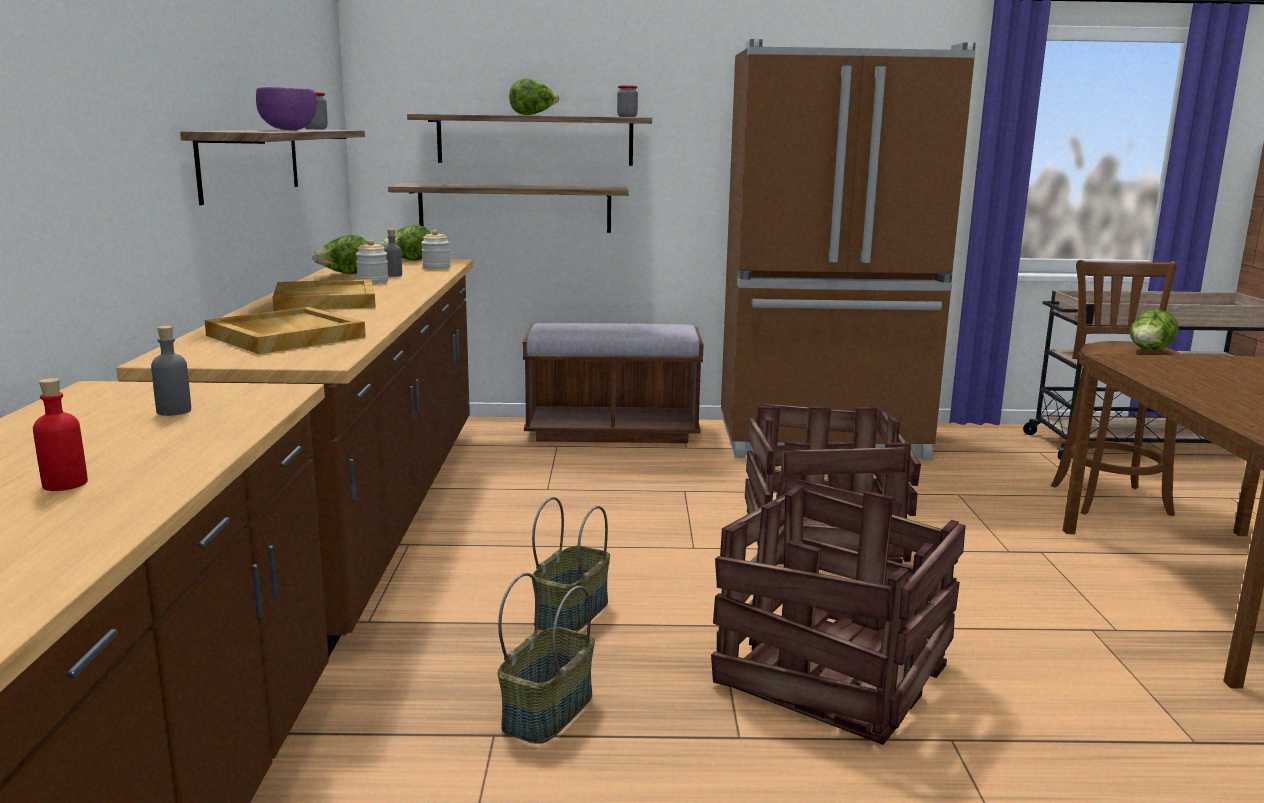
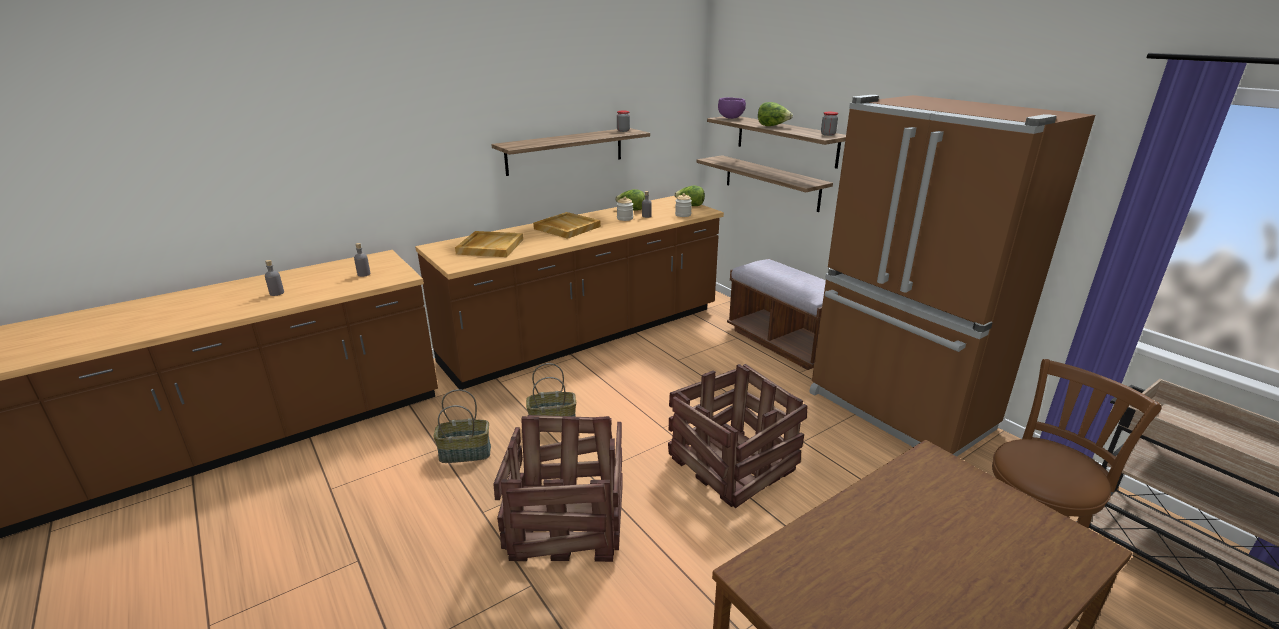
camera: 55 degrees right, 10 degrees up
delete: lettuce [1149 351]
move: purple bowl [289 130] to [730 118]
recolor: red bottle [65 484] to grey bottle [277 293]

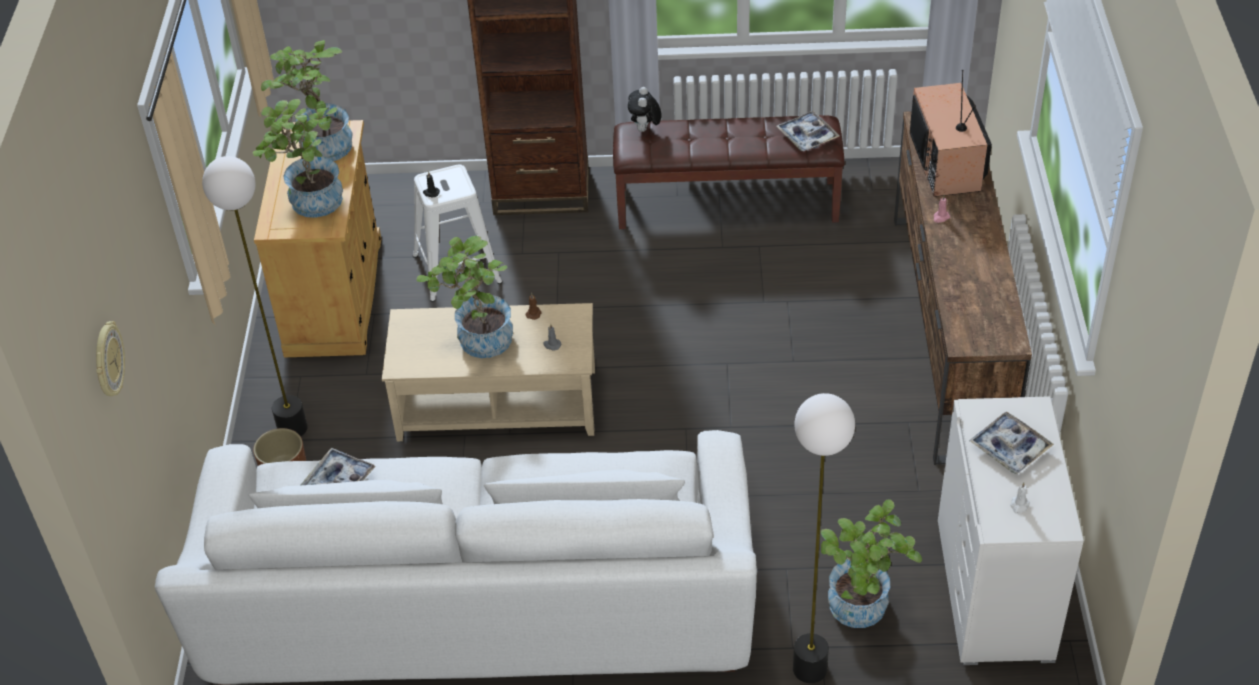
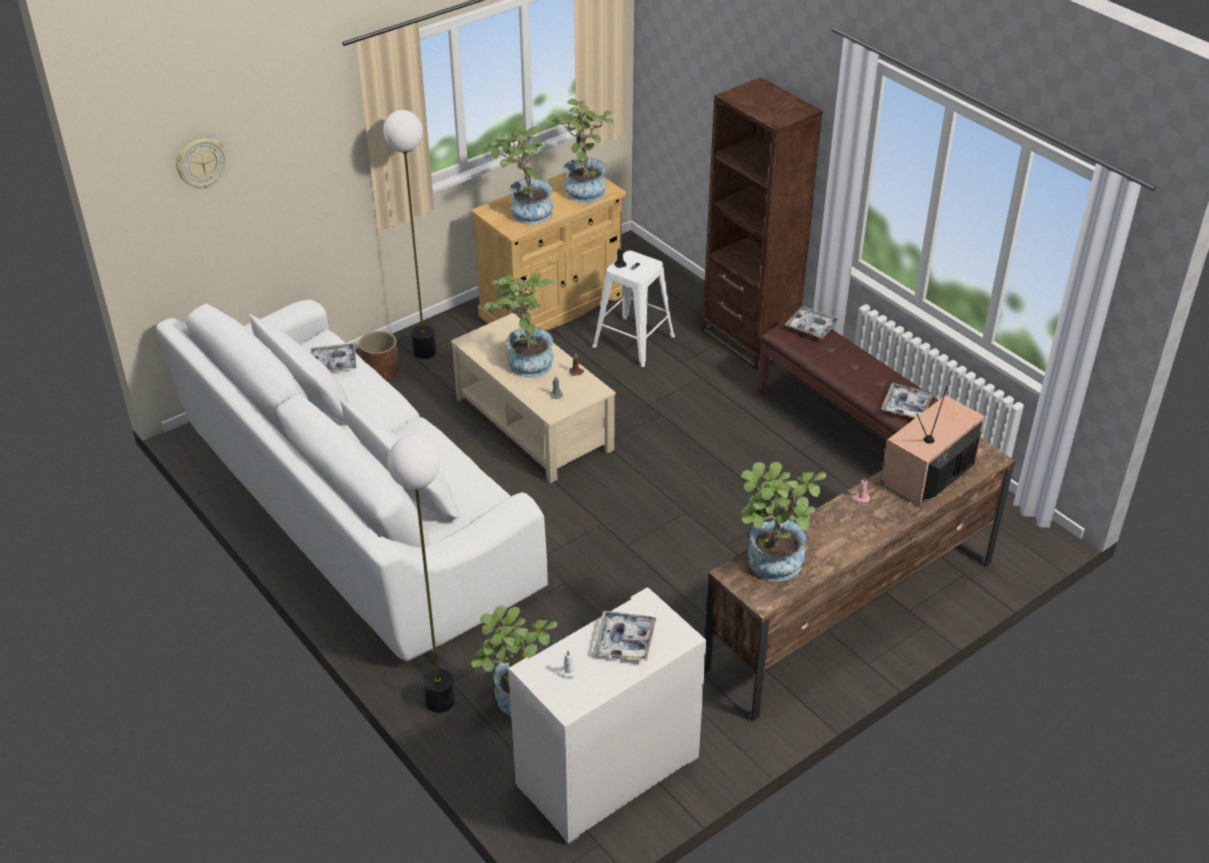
camera: 50 degrees right, 5 degrees down
insert: potted plant [771 568]
replace: plush toy [645 130] to tray [811 327]

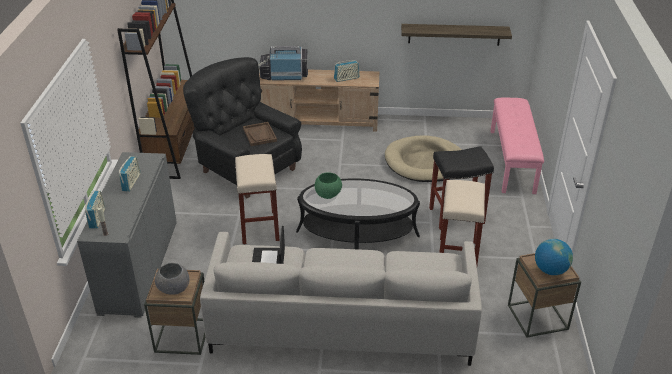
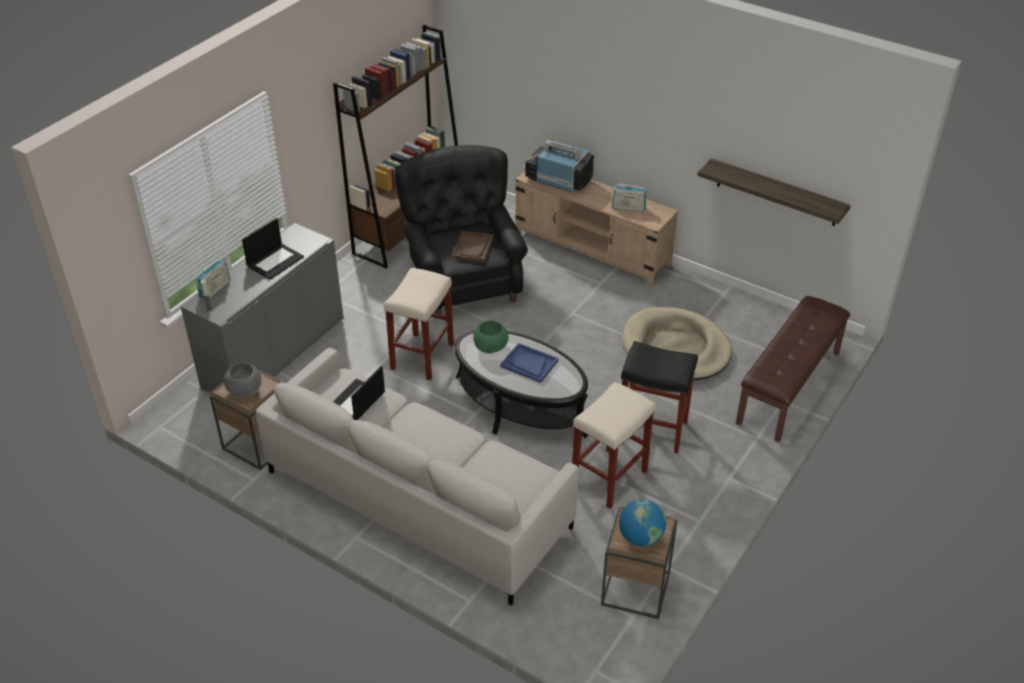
camera: 30 degrees right, 5 degrees up
insert: blue tray [529 364]
replace: radio [131 182] to laptop [275 261]
recolor: pink bench [512 161] to brown bench [789 387]

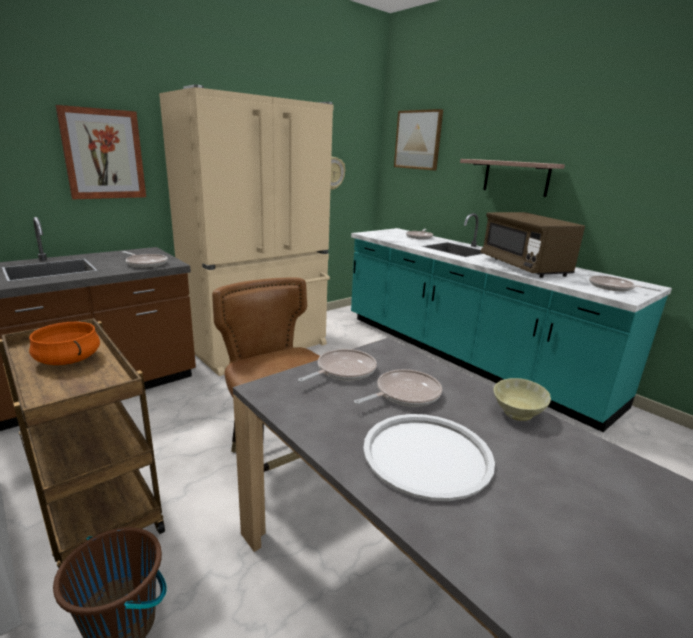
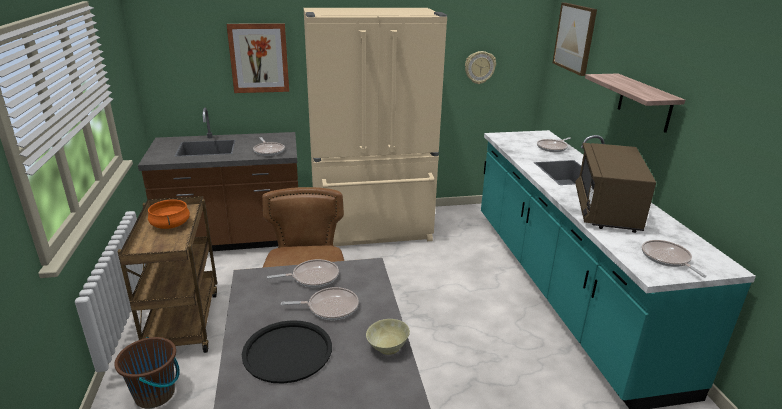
camera: 30 degrees right, 5 degrees up
recolor: white tray [427 455] to black tray [287 352]

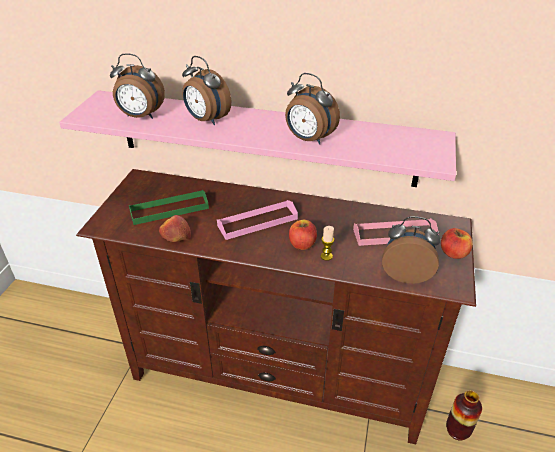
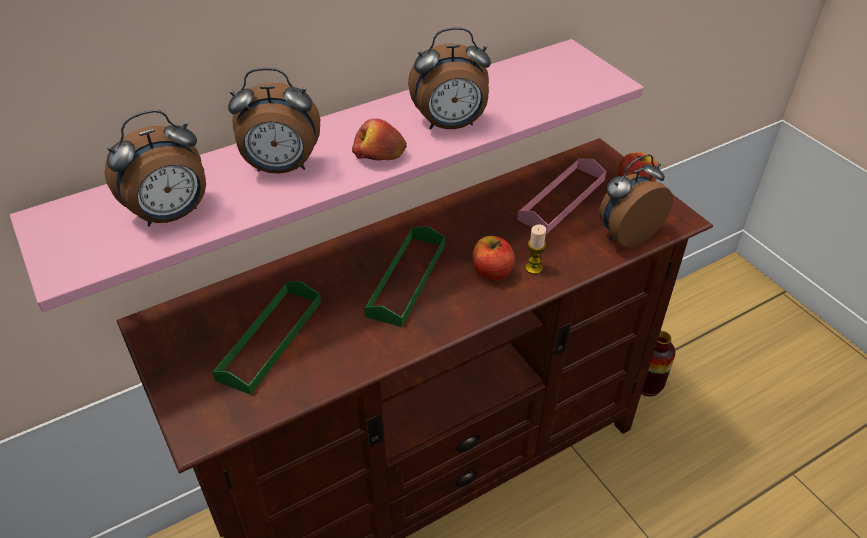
camera: 45 degrees left, 5 degrees up
move: apple [175 236] to [379 155]
recolor: pink tray [257 222] to green tray [406 279]

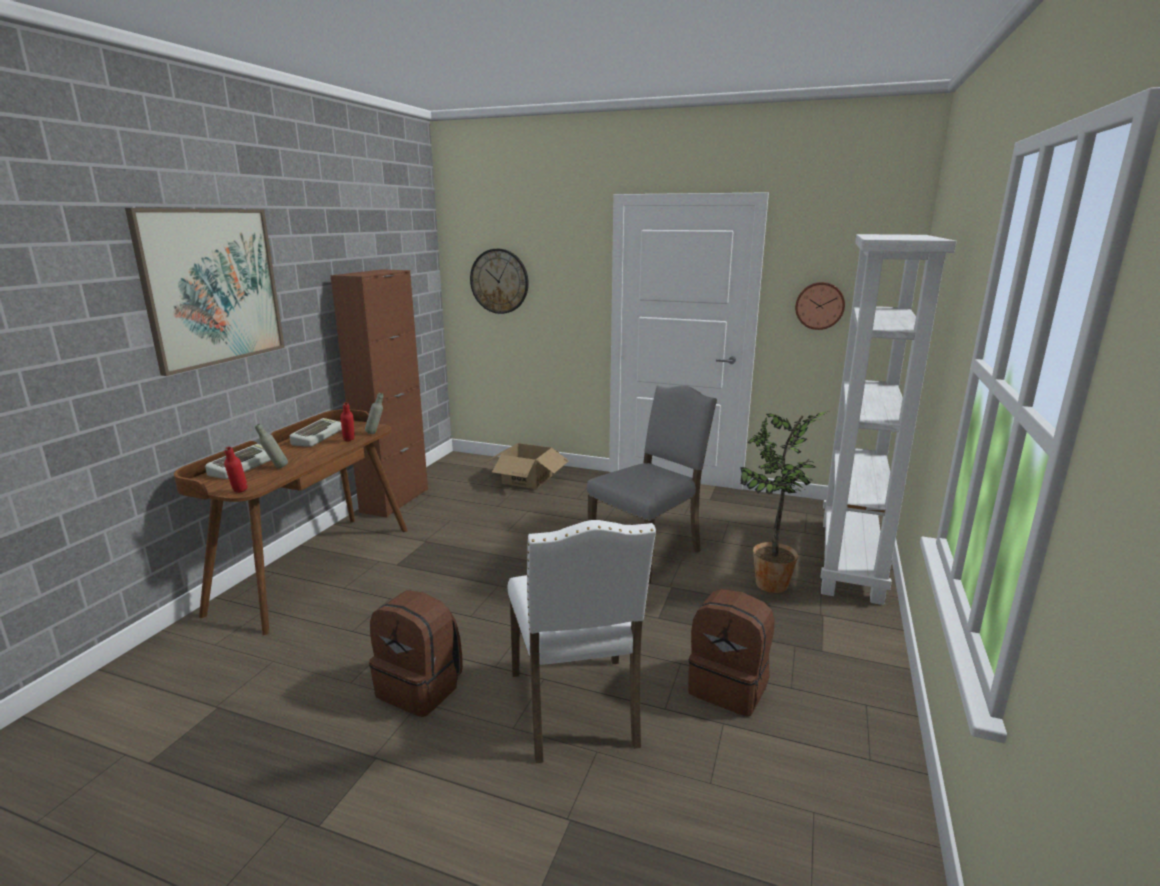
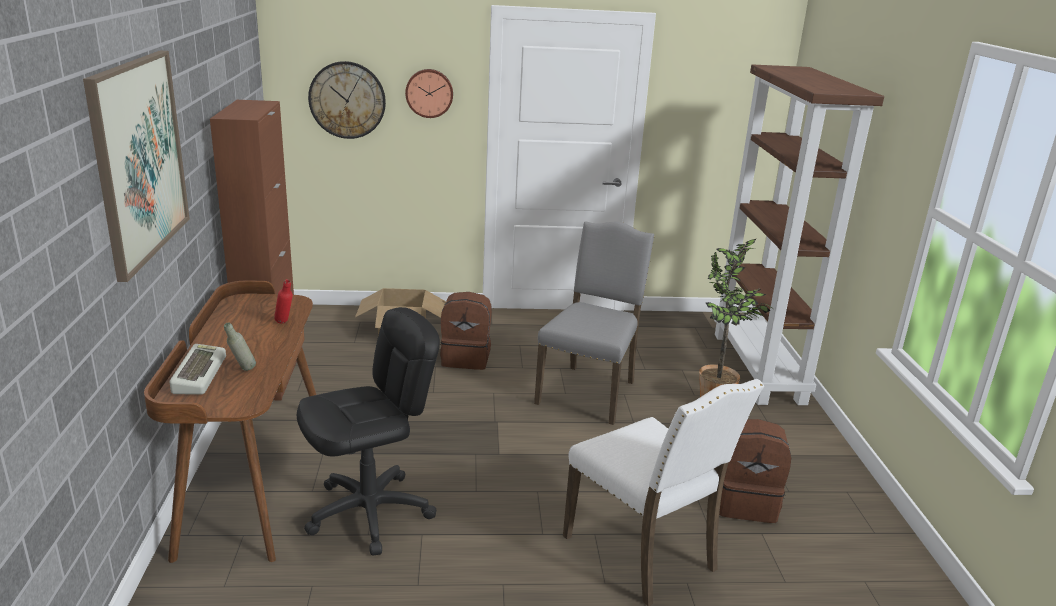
camera: 25 degrees left, 5 degrees up
delete: grey bottle [376 433]; keyboard [317 437]; red bottle [239 493]
insert: black office chair [370 512]
move: wall clock [819 305] to [429 93]; brown backpack [421 688] to [466 358]
recolor: white bookcase [851 559] to brown bookcase [759 368]

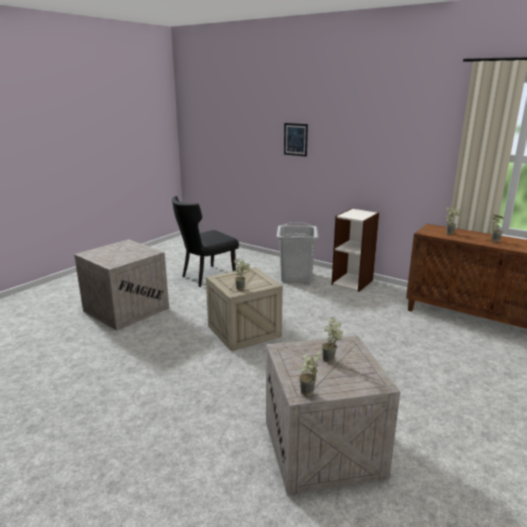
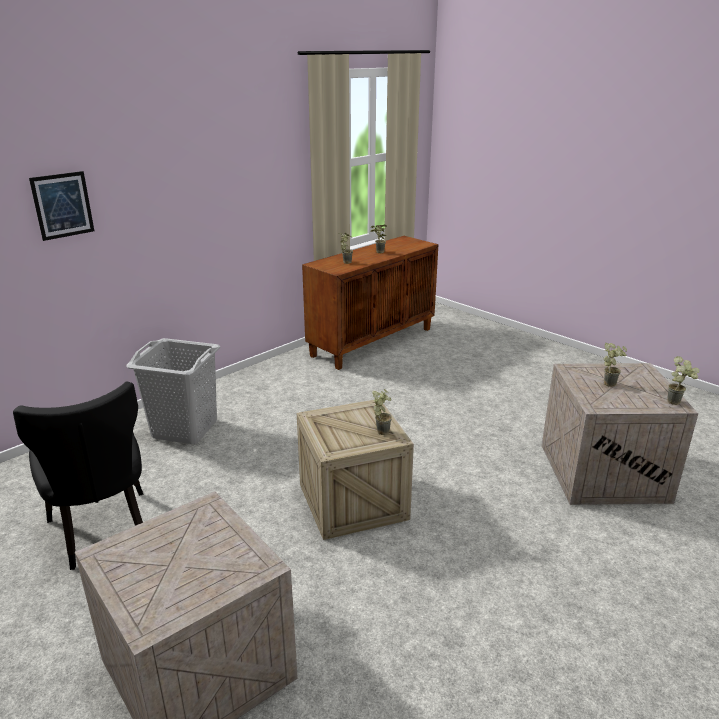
camera: 80 degrees left, 5 degrees up
delete: bookcase [352 282]

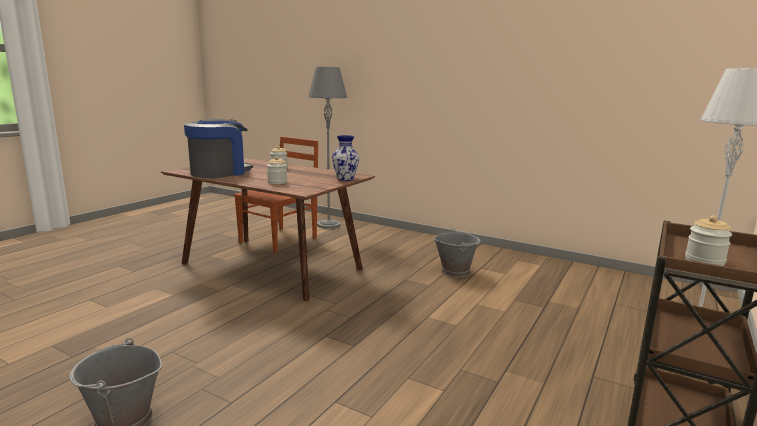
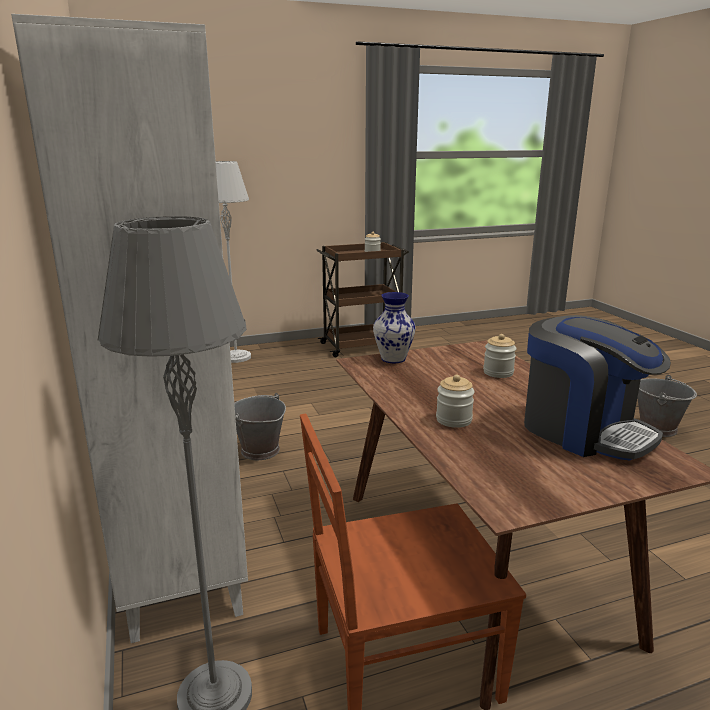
camera: 140 degrees left, 5 degrees up
insert: white bookcase [181 584]
rotate: coffee machine [219 172] = [583 430] 120 degrees counterclockwise

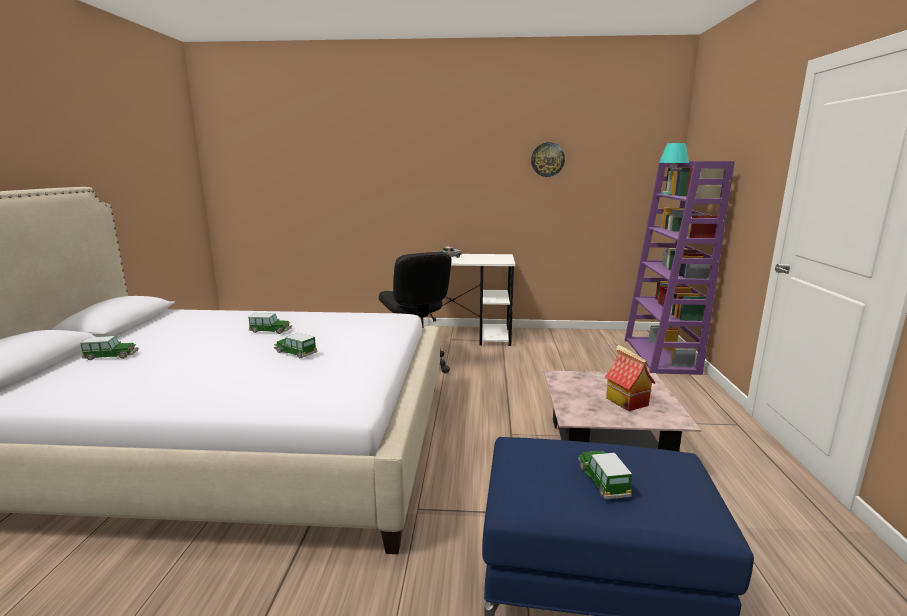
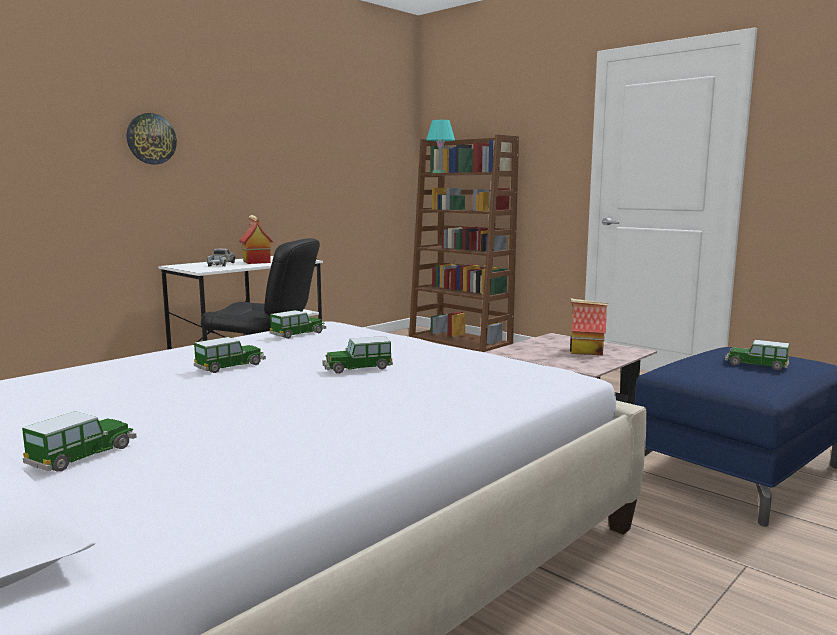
camera: 50 degrees left, 5 degrees down
insert: toy house [256 262]; toy car [298 334]
move: wall clock [547 159] to [151 139]
recolor: purple bookcase [661 356] to brown bookcase [461 342]

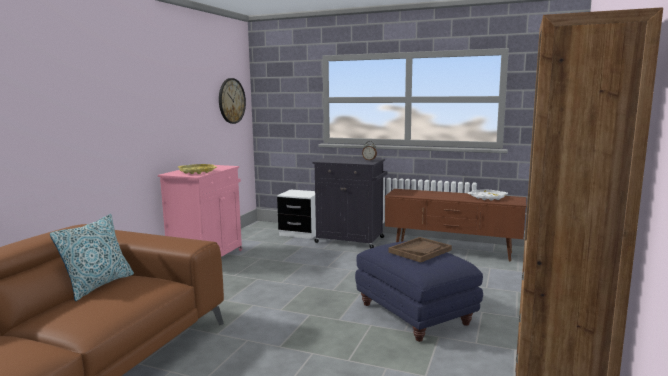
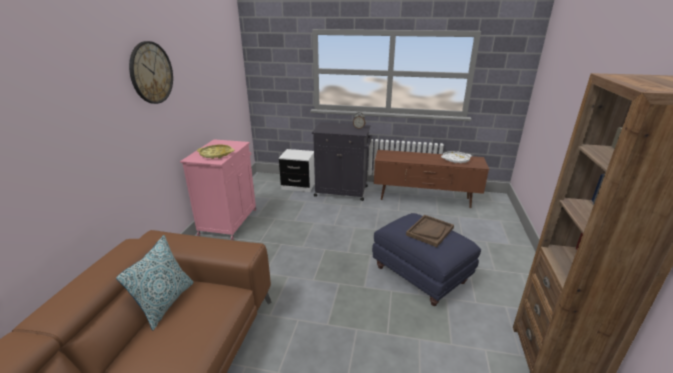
camera: 10 degrees left, 15 degrees up
move: wall clock [231 101] to [151 73]

